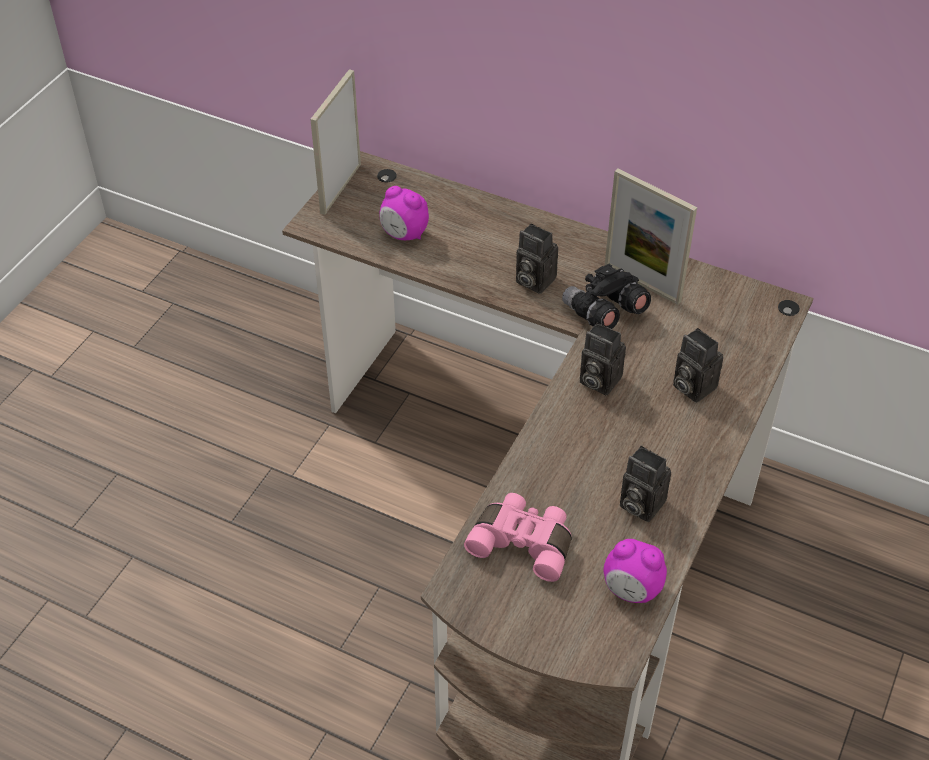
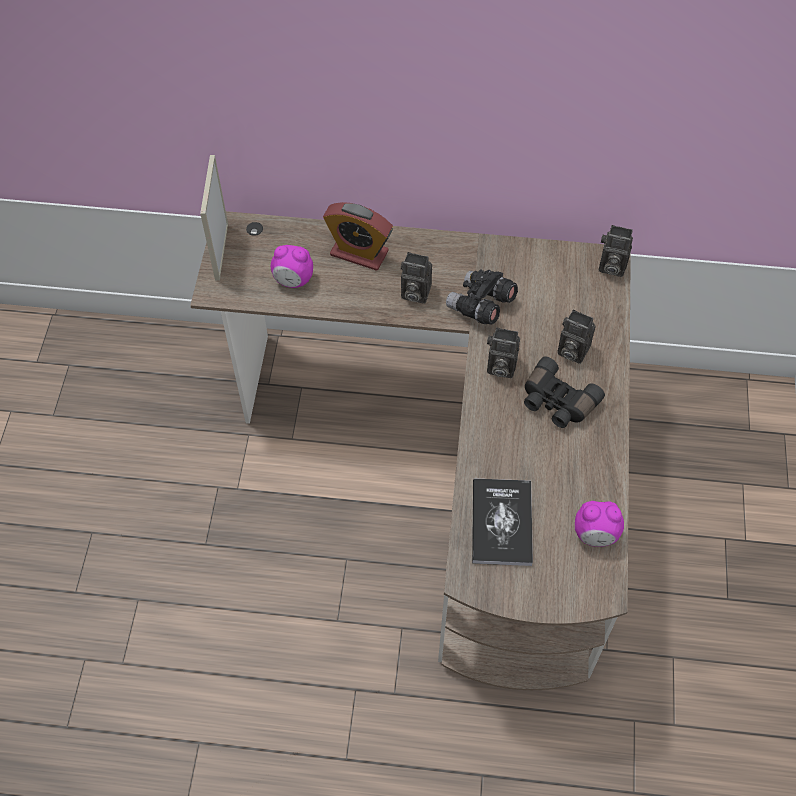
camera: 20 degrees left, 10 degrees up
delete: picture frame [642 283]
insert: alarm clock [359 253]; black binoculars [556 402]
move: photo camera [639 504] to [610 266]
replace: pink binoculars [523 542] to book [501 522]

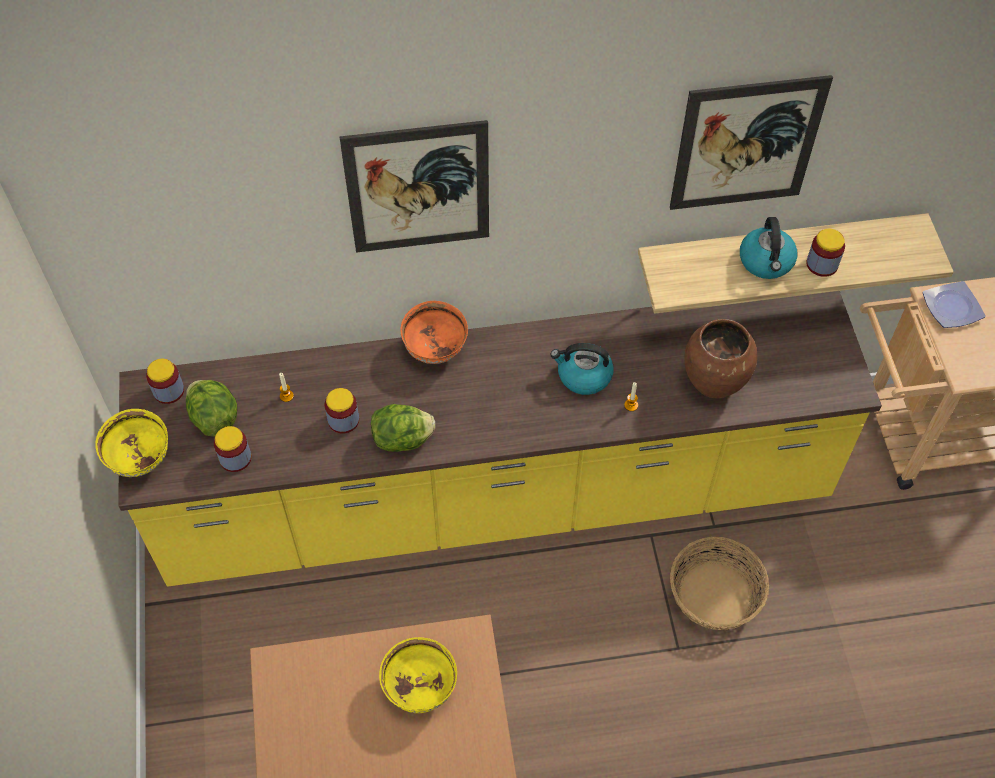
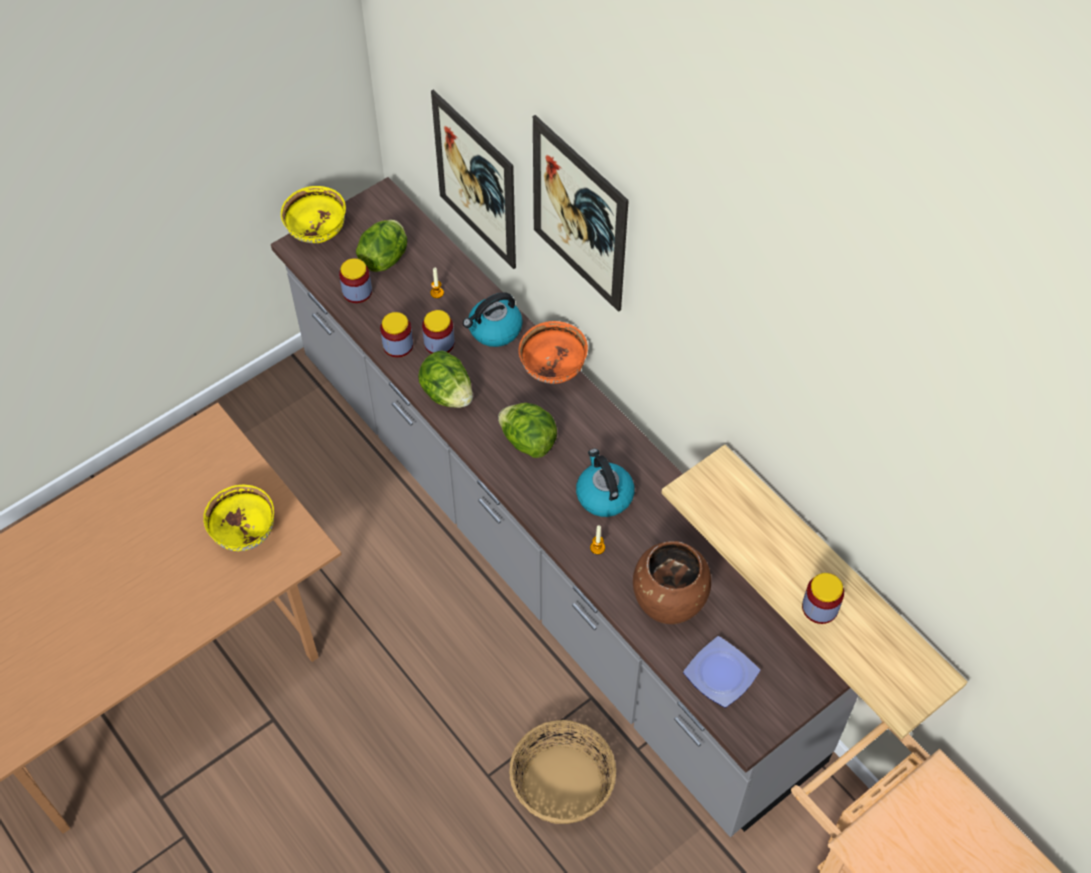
camera: 60 degrees right, 0 degrees up
insert: lettuce [527 441]
move: picture [746 144] to [475 180]; kettle [766 262] to [494 330]; plate [953 308] to [721 675]; jar [168 391] to [398 345]
recolor: yellow counter [497 500] to grey counter [545 552]

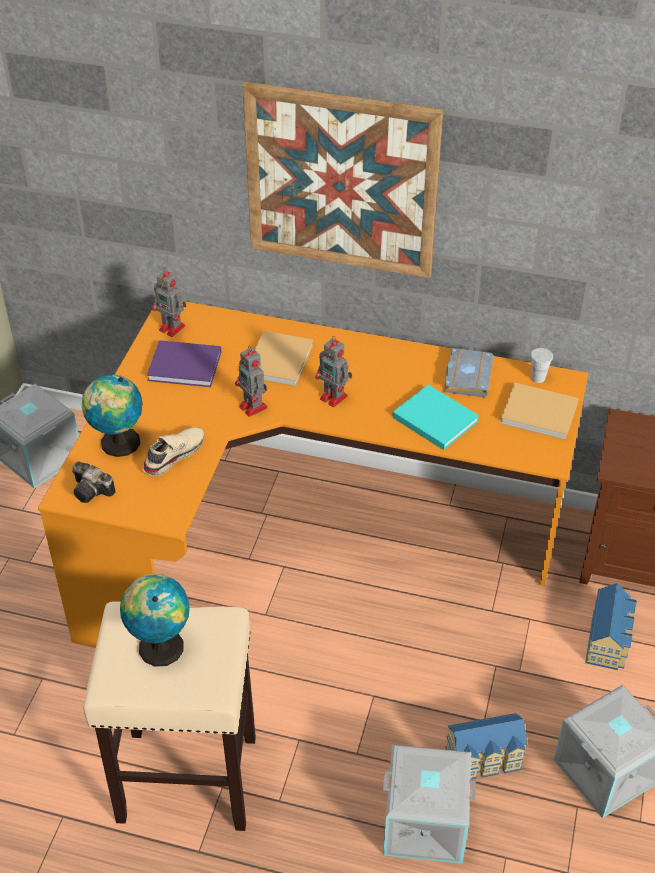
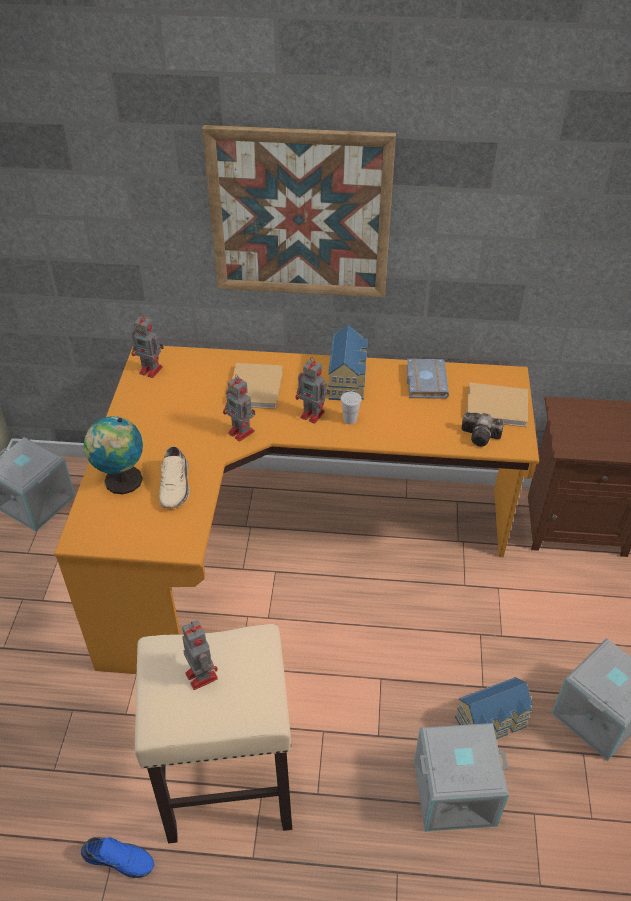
camera: 10 degrees left, 0 degrees up
delete: purple book [187 366]; turquoise book [433 418]
insert: blue shoe [119 858]
move: white cup [538 378] to [350 420]; photo camera [93 491] to [482 437]; toy house [609 640] to [349 380]
replace: globe [160 645] to toy robot [200 674]
rotate: beige shoe [173 455] = [176 485] 150 degrees clockwise

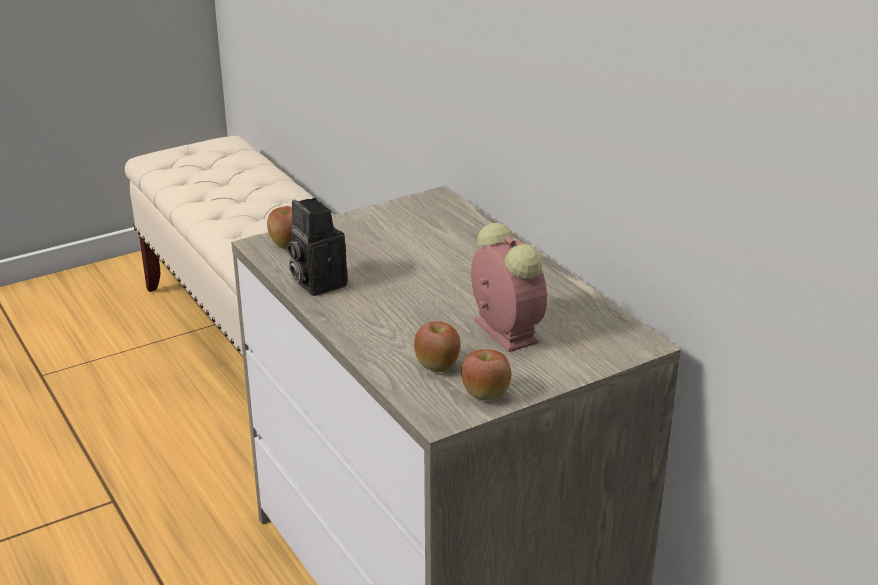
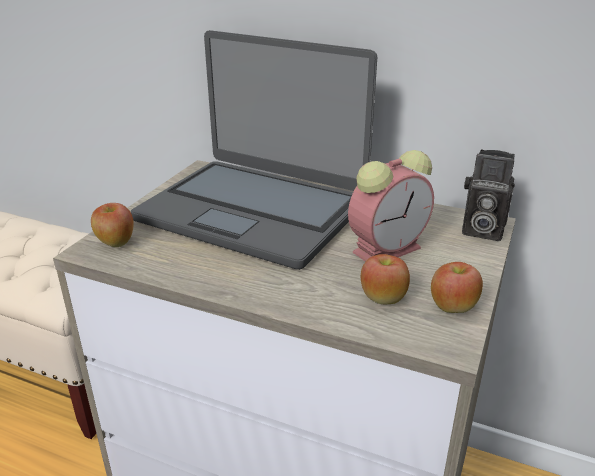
camera: 35 degrees left, 0 degrees up
insert: laptop [254 211]
move: photo camera [316 282] to [480 230]
rotate: alarm clock [503 330] = [388 249] 120 degrees clockwise

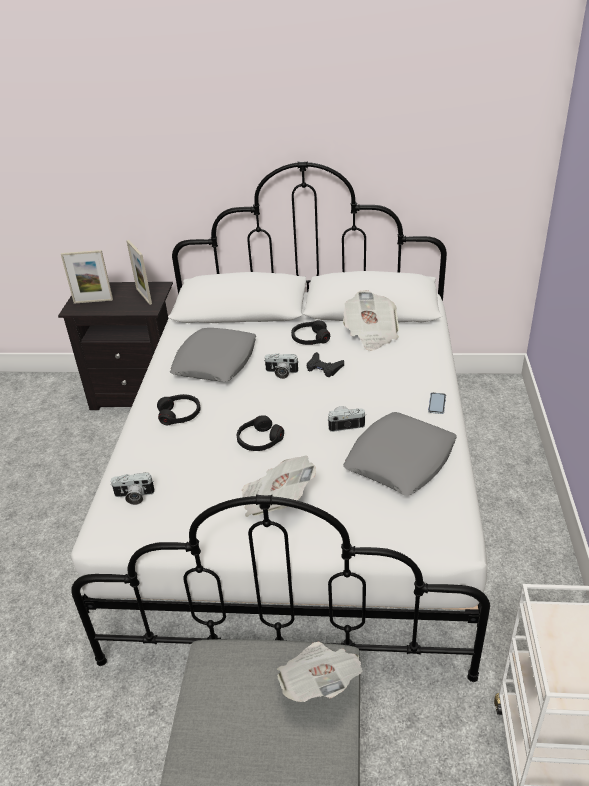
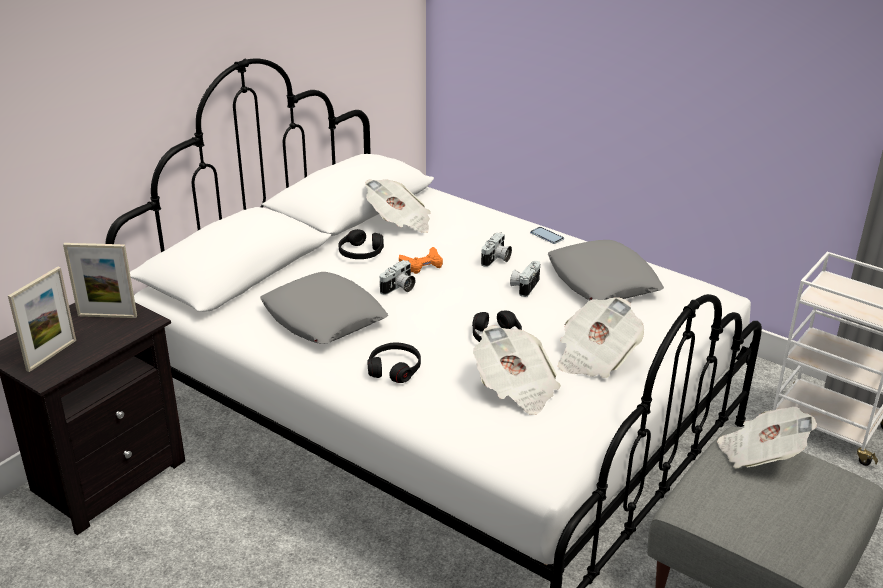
camera: 60 degrees left, 5 degrees down
insert: newspaper [516 388]
move: photo camera [134 496] to [496 259]
recolor: black game controller [324 368] to orange game controller [422 264]

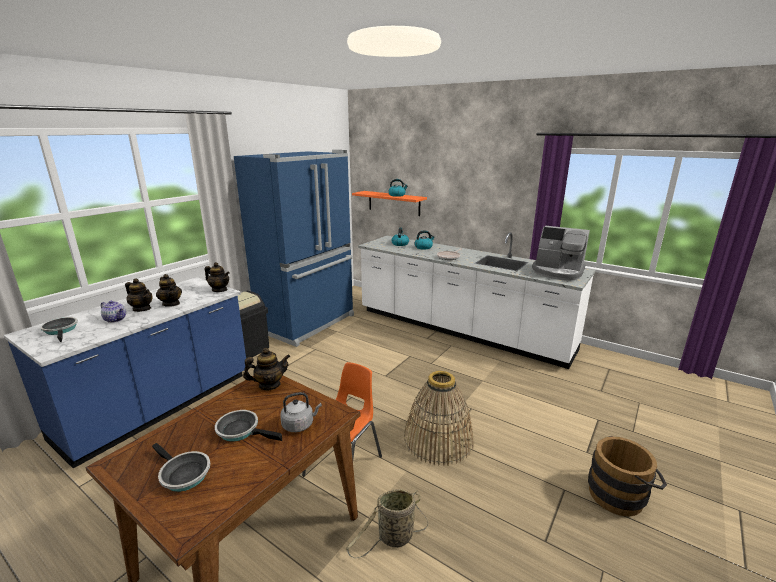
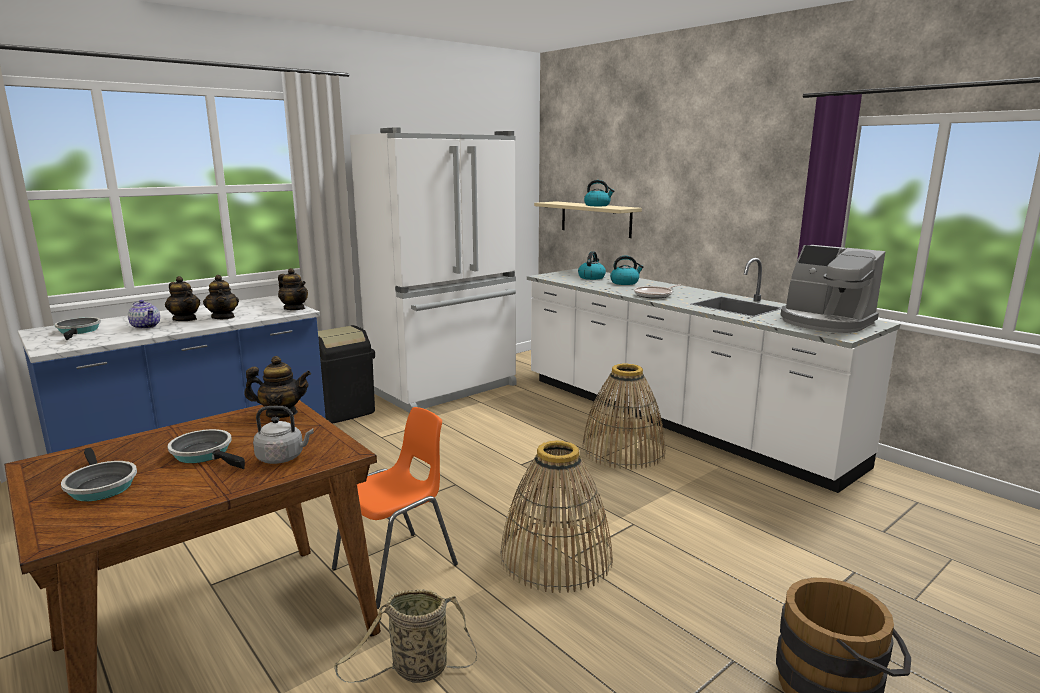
camera: 15 degrees right, 5 degrees down
insert: basket [623 450]
recolor: blue fridge [309 323] to white fridge [446 389]; orange shelf [394 203] to beige shelf [595 219]

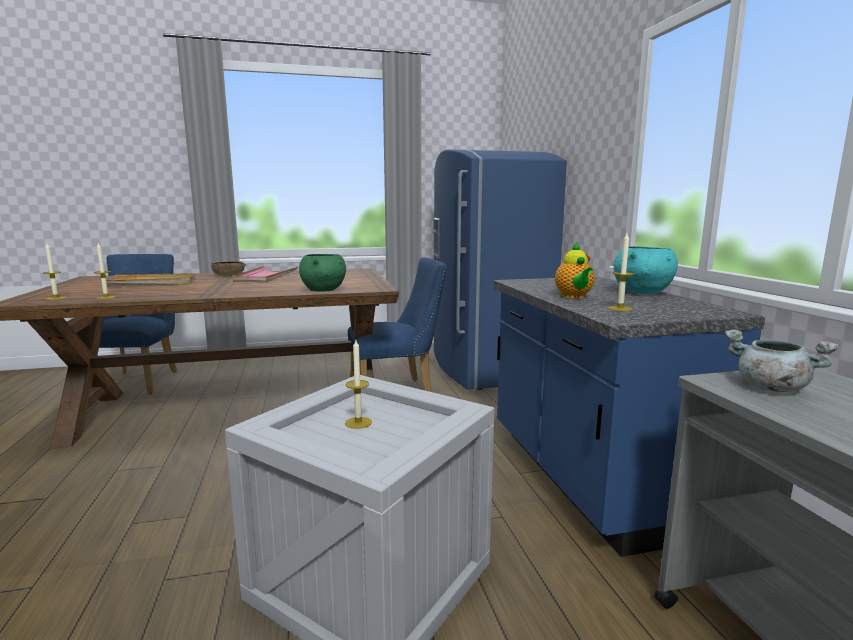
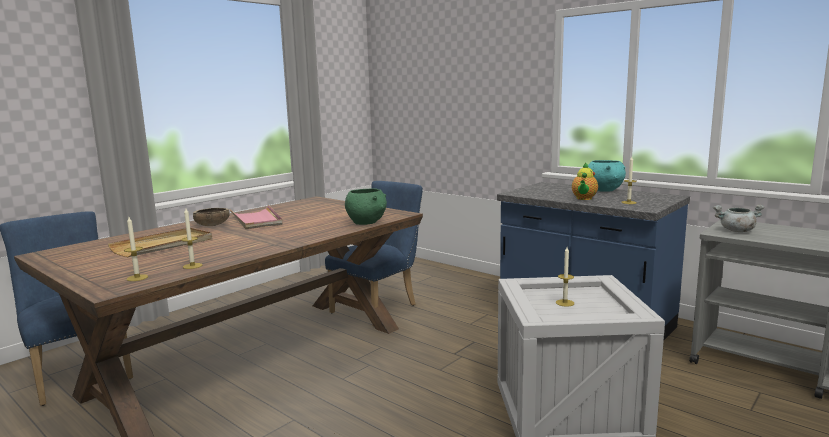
camera: 35 degrees left, 0 degrees up
delete: blue fridge [485 368]
rotate: teapot [574 296] = [584 198] 60 degrees clockwise

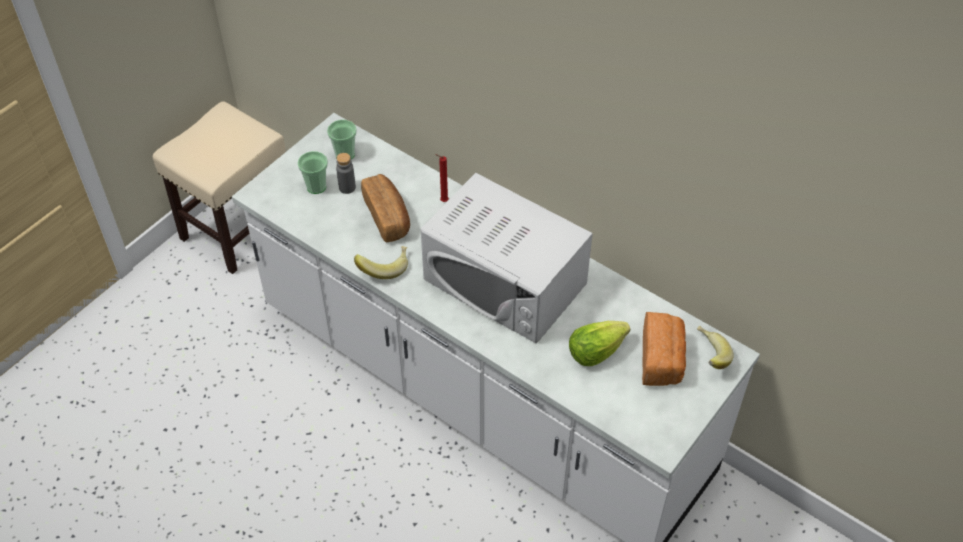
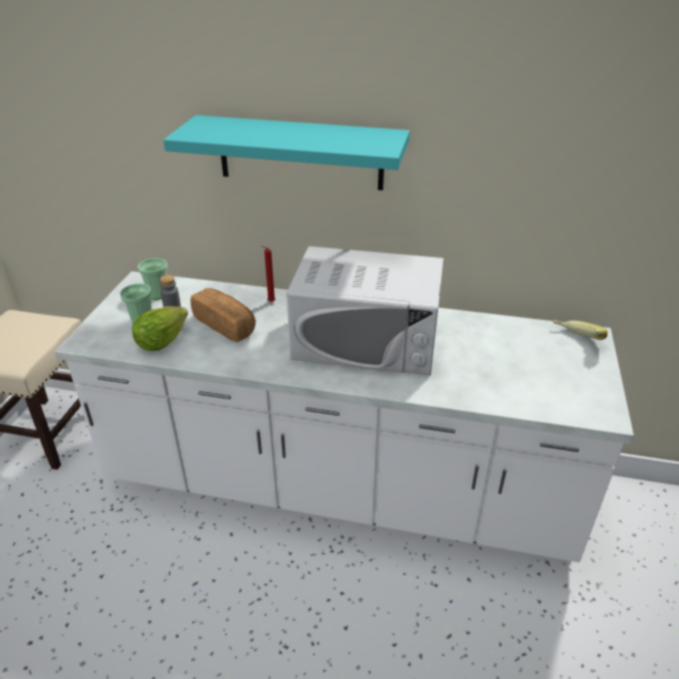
camera: 25 degrees left, 15 degrees down
delete: banana [384 267]; bread [662 360]
insert: turquoise shelf [300 153]
move: lettuce [595 351] to [161 341]

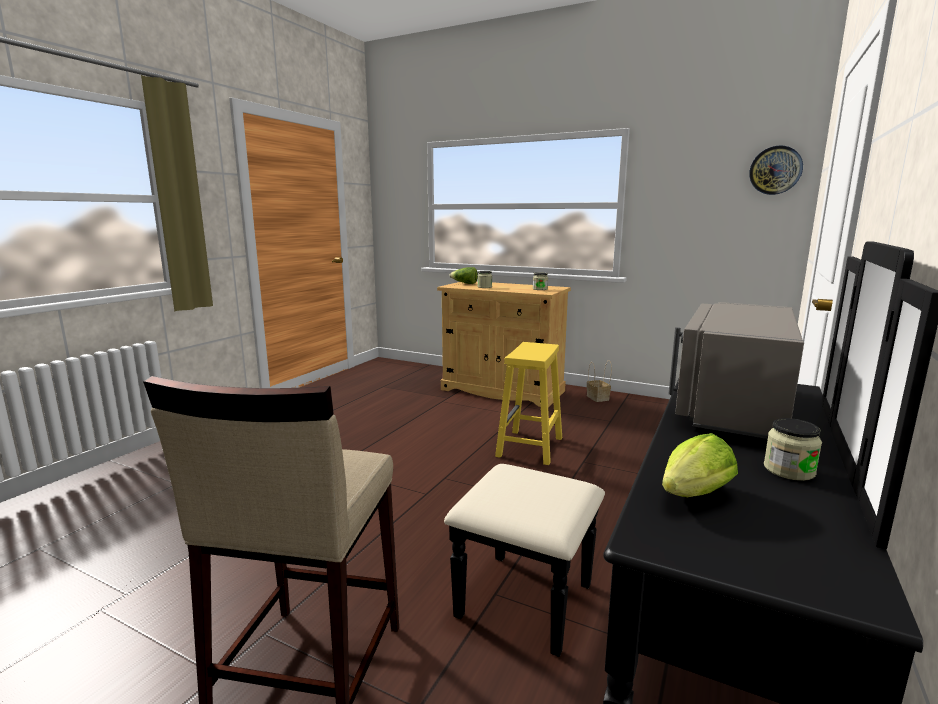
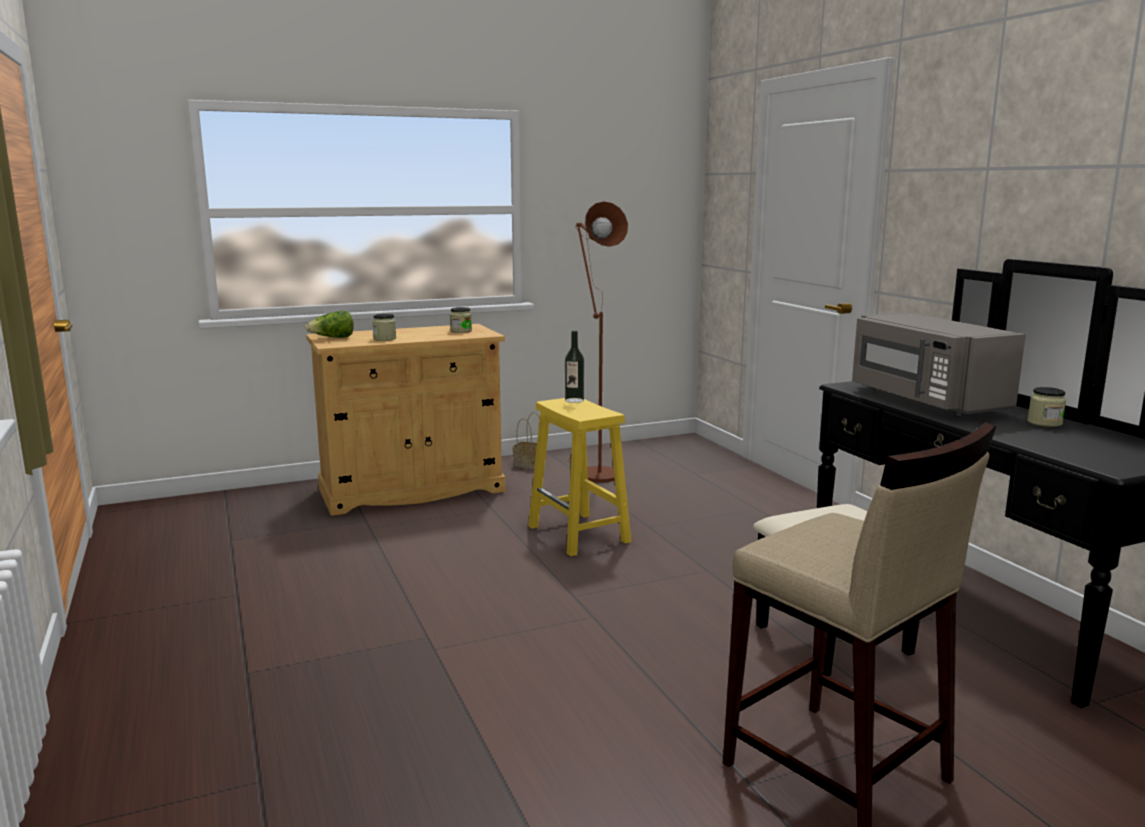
camera: 50 degrees left, 0 degrees up
delete: wall clock [775 170]; lettuce [691 497]
insert: brown floor lamp [594 473]; bottle [574 400]

